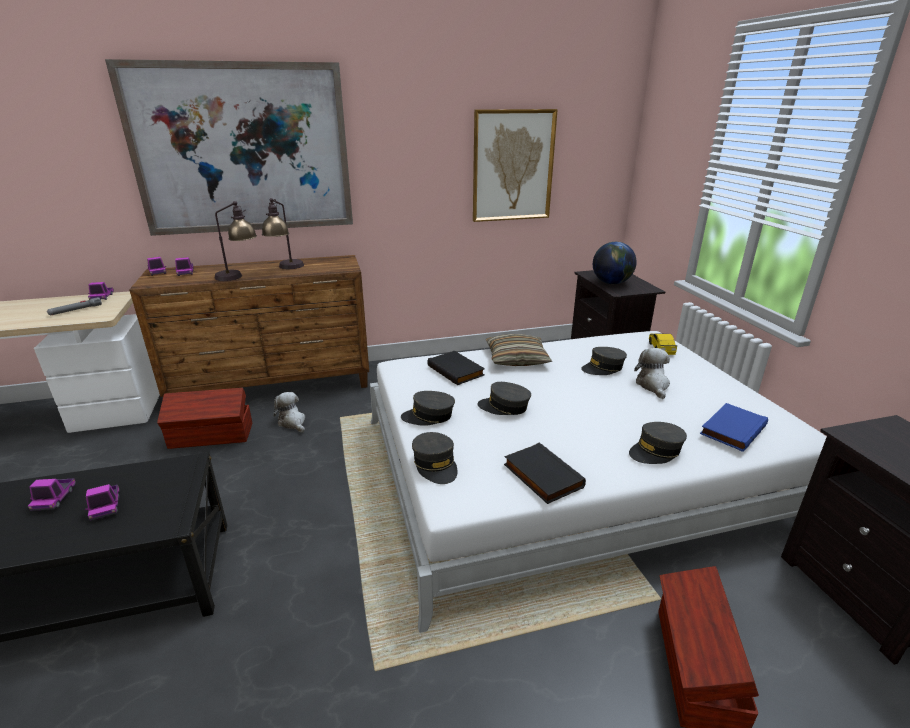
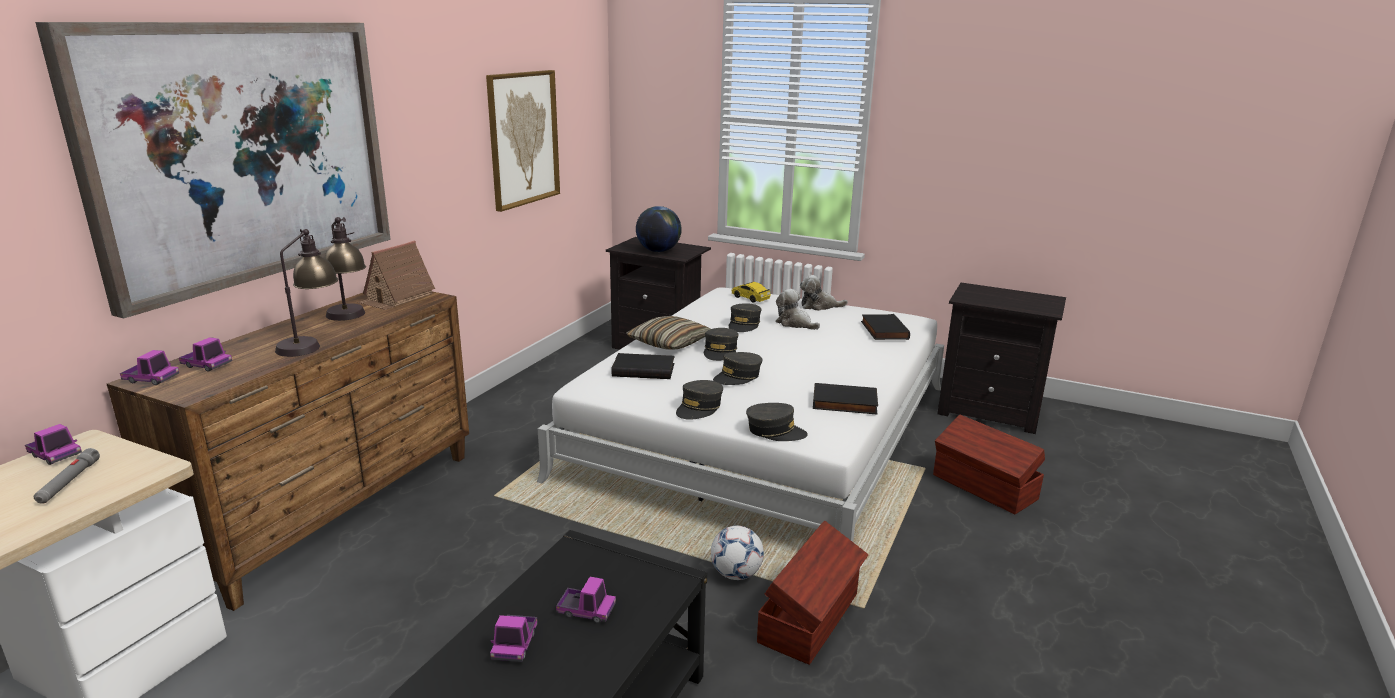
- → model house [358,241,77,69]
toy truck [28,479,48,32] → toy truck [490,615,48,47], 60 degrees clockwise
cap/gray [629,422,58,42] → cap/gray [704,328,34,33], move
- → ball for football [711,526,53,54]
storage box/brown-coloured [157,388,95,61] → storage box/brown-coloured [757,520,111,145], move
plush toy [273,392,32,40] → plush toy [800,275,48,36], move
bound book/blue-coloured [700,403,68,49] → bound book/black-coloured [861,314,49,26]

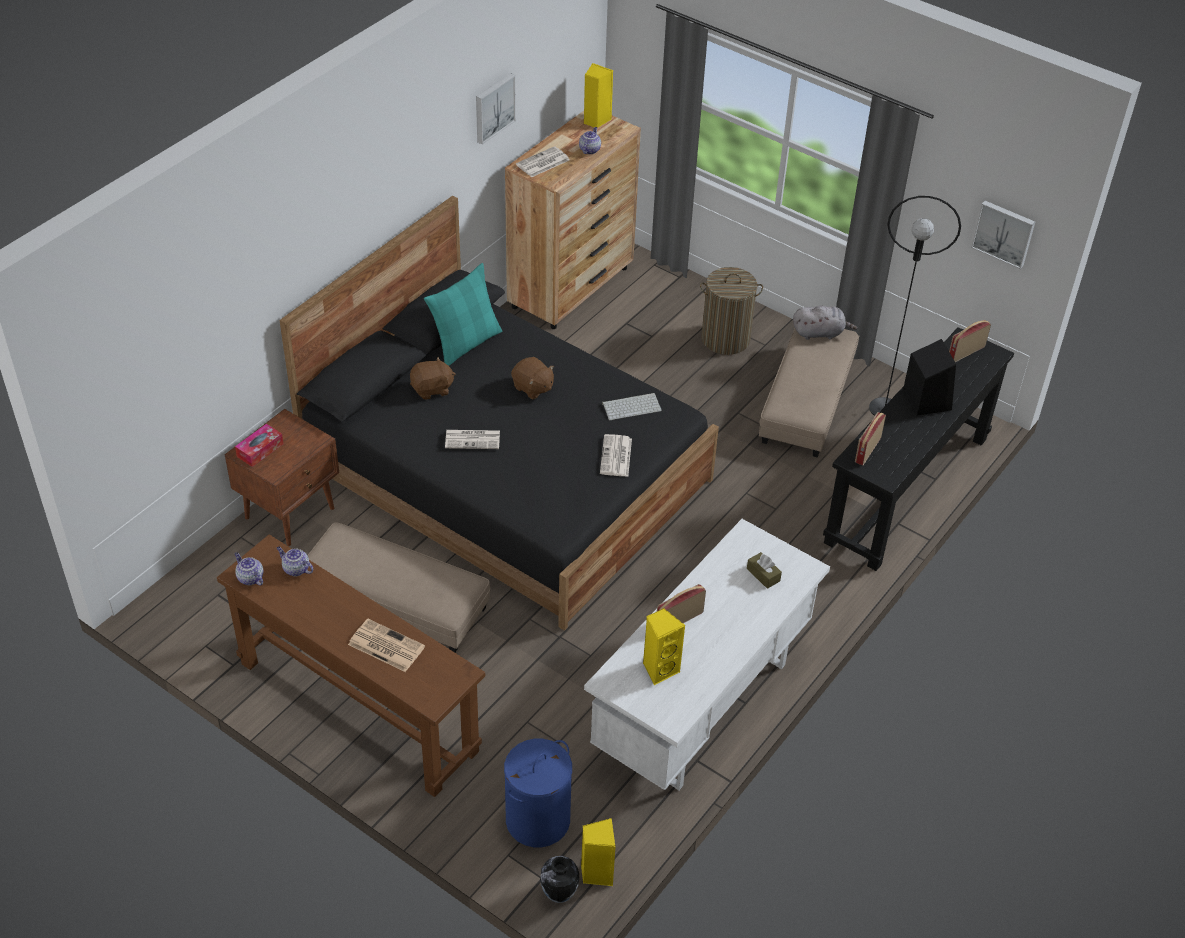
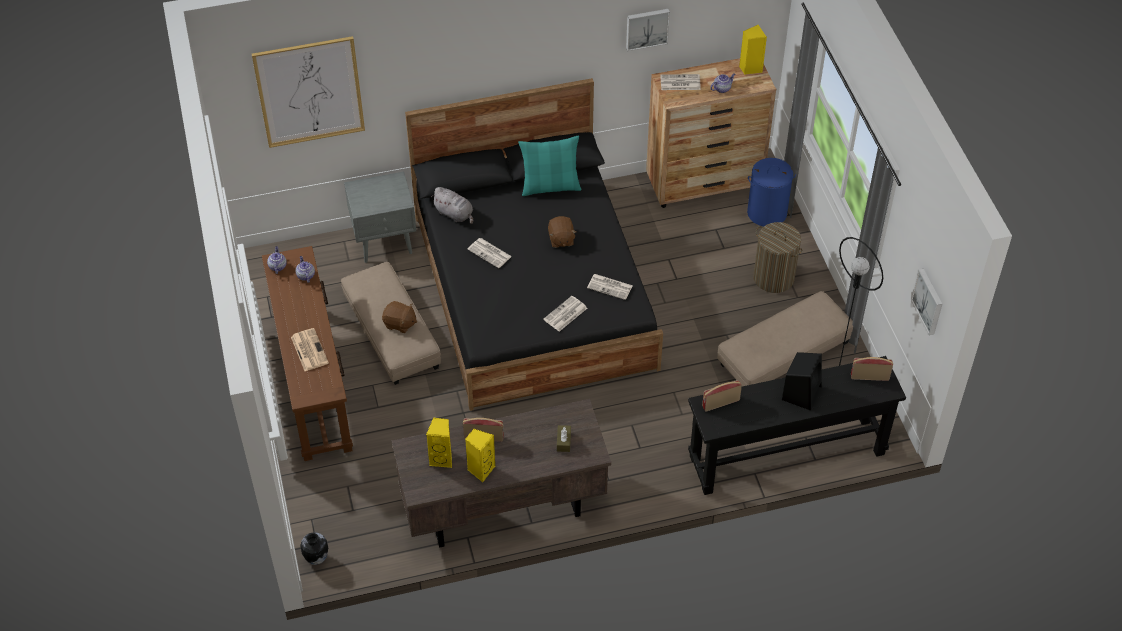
- → picture [252,36,113,112]
bedside table/brown-coloured [225,409,114,137] → bedside table/gray [344,171,72,92]
plush toy/brown-coloured [410,357,46,43] → plush toy/brown-coloured [382,301,35,32], move
desk unit/whitish [584,519,246,271] → desk unit/brown-coloured [392,399,219,149]
plush toy/gray [793,306,64,34] → plush toy/gray [431,187,42,37], move
loudspeaker/yellow [581,818,35,68] → loudspeaker/yellow [465,429,30,53], move
computer keyboard [602,393,60,27] → daily paper [587,274,46,26]
washing basket/blue-coloured [504,739,68,108] → washing basket/blue-coloured [747,158,49,69], move
box of tissues [235,424,48,43] → -

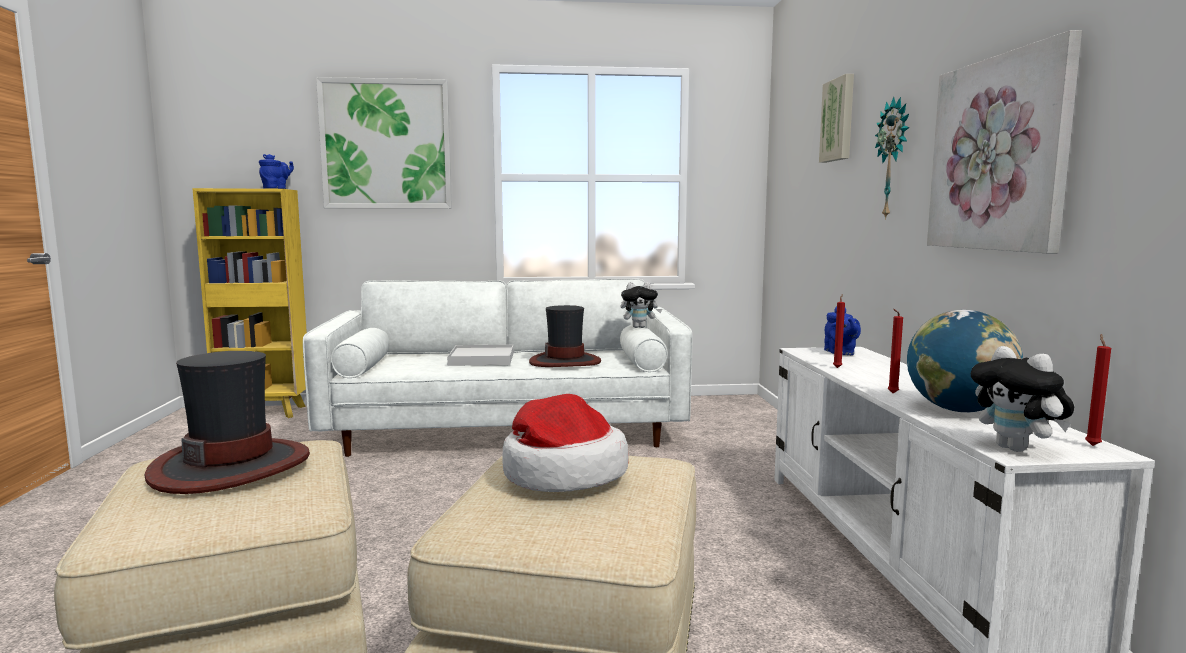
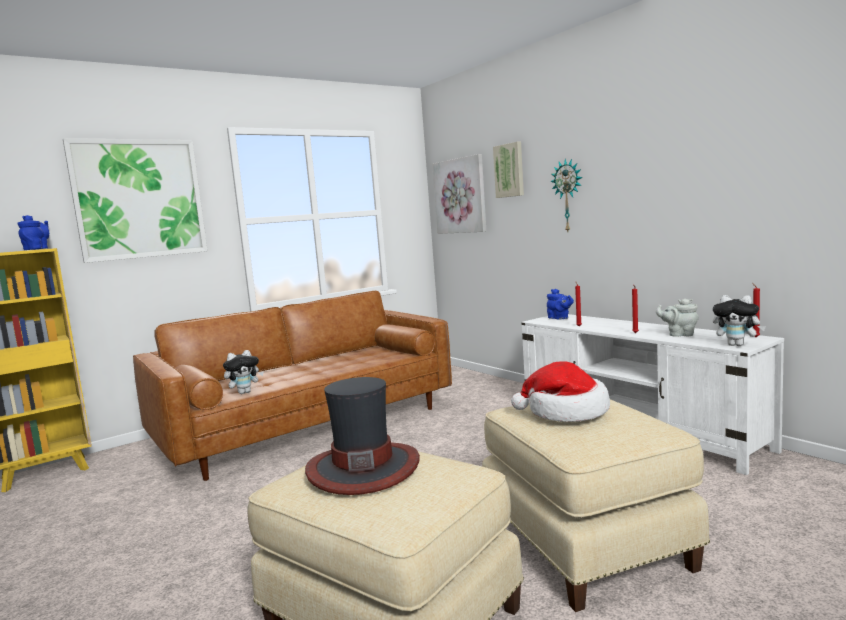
couch/whitish [303,279,389,178] → couch/brown-coloured [133,291,319,190]
plush toy [621,282,41,46] → plush toy [223,350,41,44], move
picture [927,30,155,223] → picture [432,154,54,80], move
globe [907,310,116,103] → teapot/gray [656,299,43,38]
tray/whitish [447,344,67,22] → -
wearable hat [529,305,72,62] → -

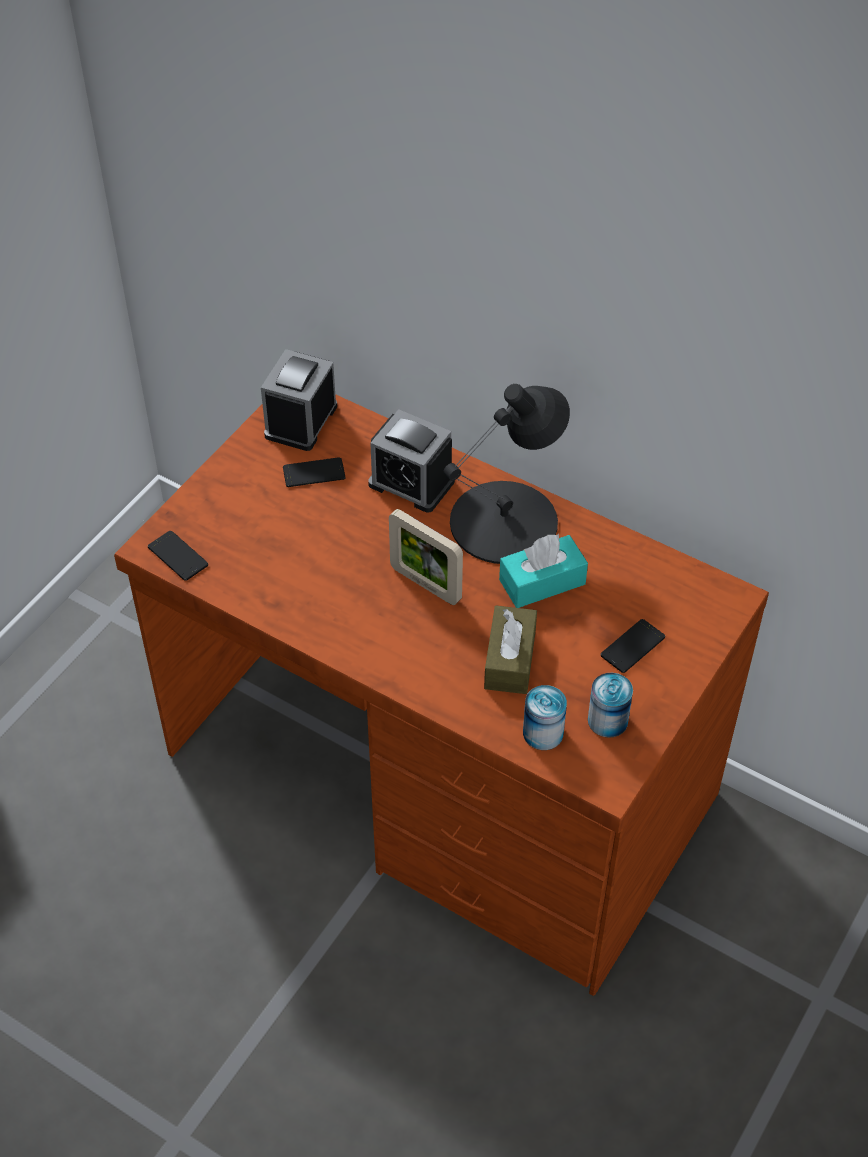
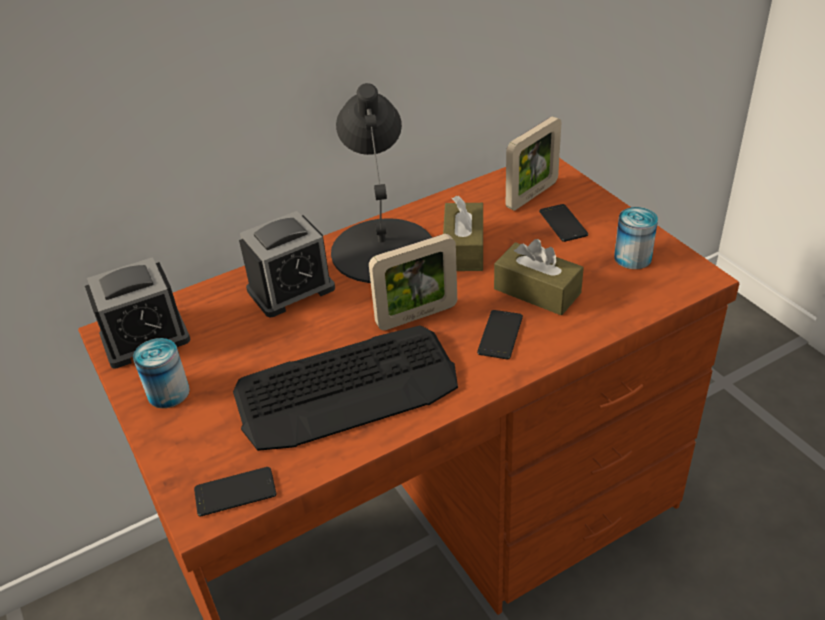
bedside clock [261,349,76,102] → bedside clock [85,257,106,111], 75 degrees counterclockwise
can [523,685,44,65] → can [133,338,57,70], move
- → computer keyboard [233,326,225,125]
box of tissues/turquoise-coloured [499,533,89,75] → box of tissues/brown-coloured [443,196,40,75]
telephone [283,457,63,30] → telephone [477,310,46,49], move
- → photo frame [506,116,55,94]

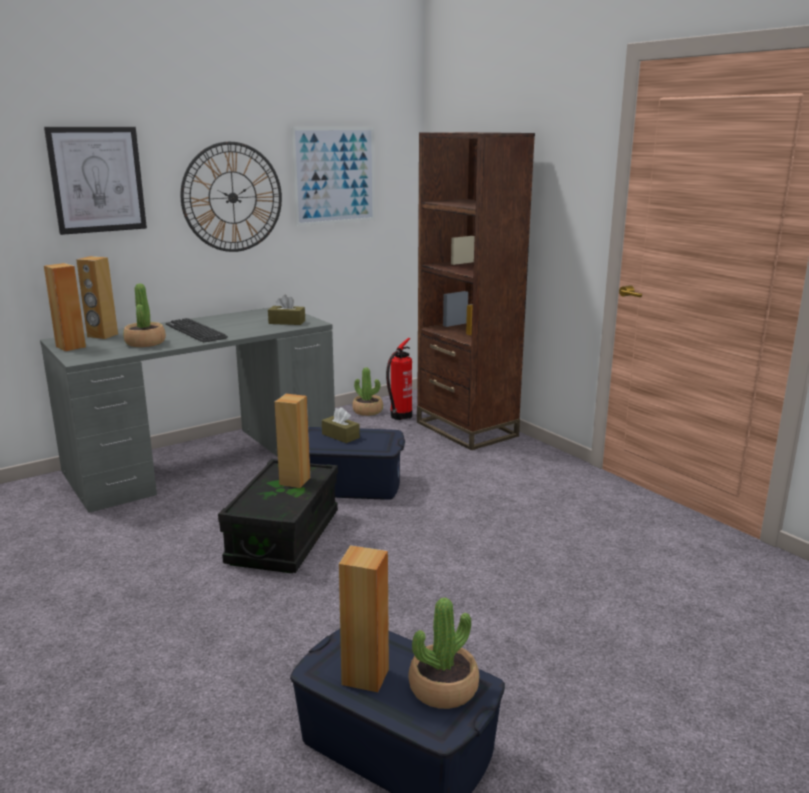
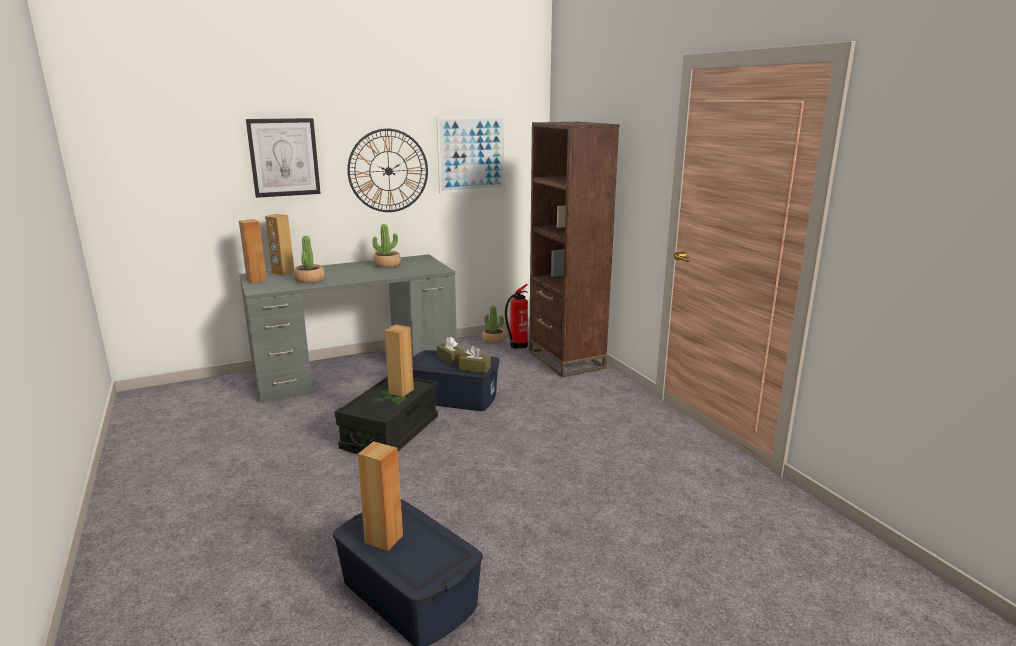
houseplant [408,597,71,112] → houseplant [373,224,28,44], move
box of tissues/brown-coloured [268,295,37,30] → box of tissues/brown-coloured [459,346,32,27], move
computer keyboard [166,318,62,24] → -

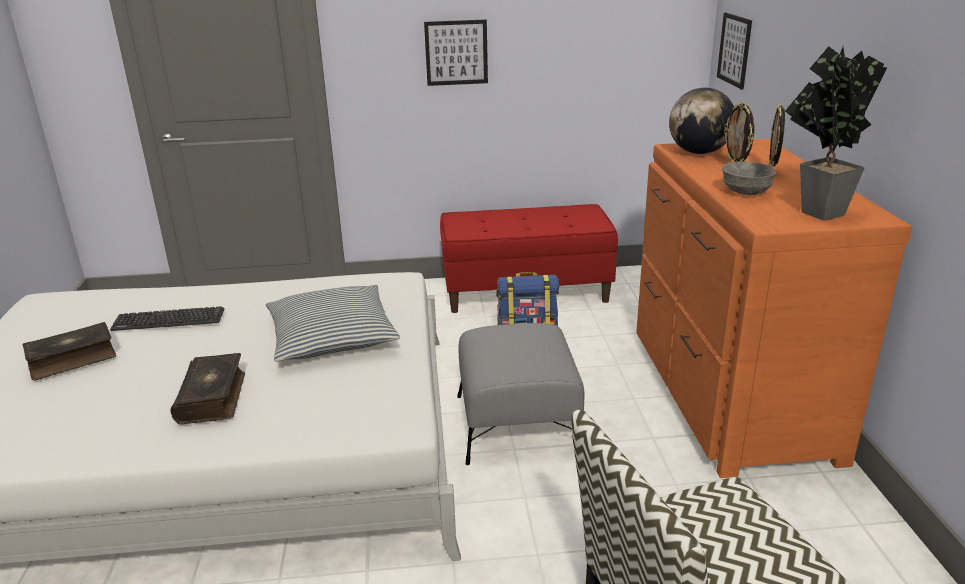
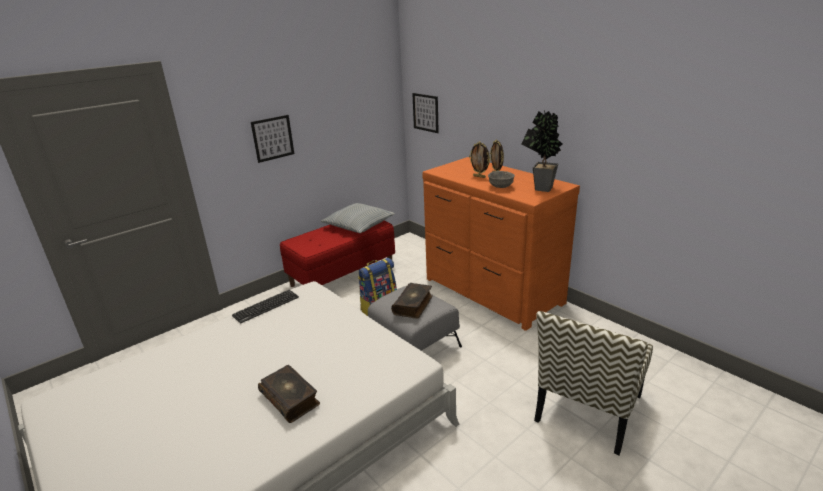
computer keyboard [110,306,114,25] → computer keyboard [232,290,67,33], move
pillow [266,285,134,76] → pillow [321,203,74,30], move
bound book [23,322,93,59] → bound book [391,283,42,36], move
globe [669,87,65,67] → -

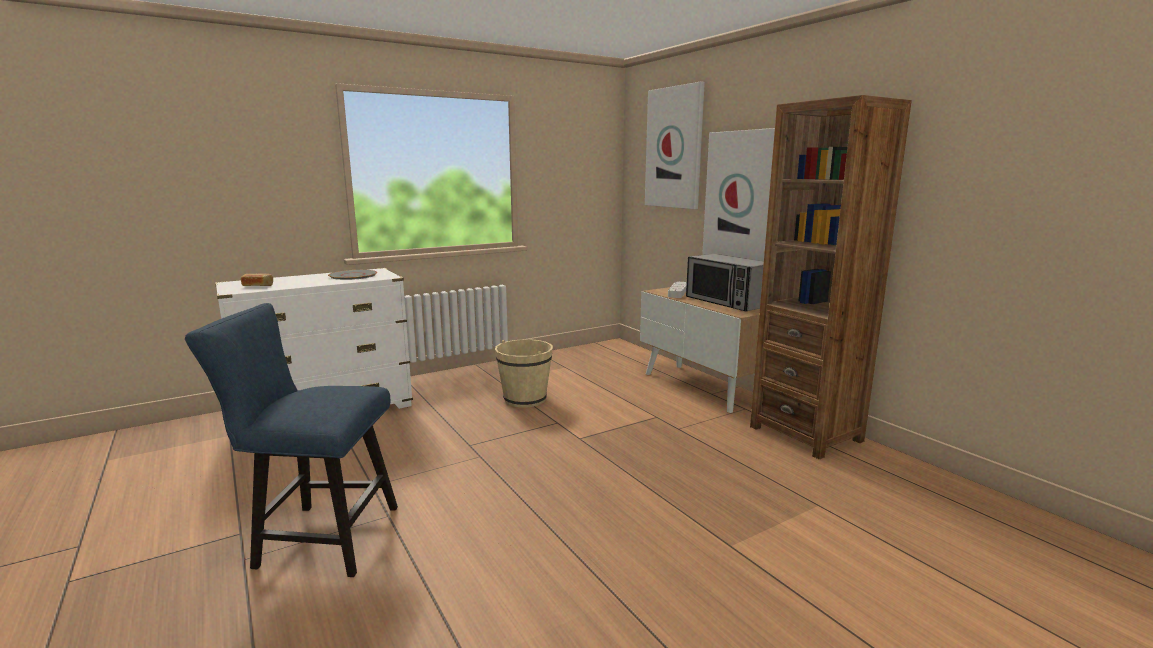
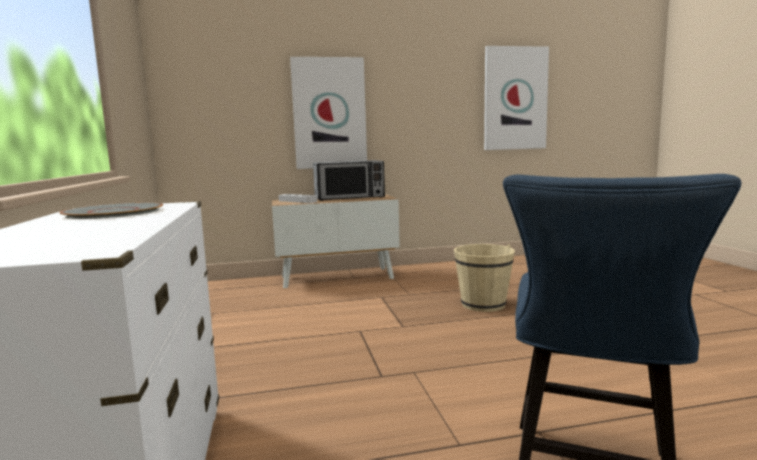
water bucket/sand-coloured [495,339,58,69] → water bucket/sand-coloured [454,244,61,68], move
picture [645,81,60,128] → picture [484,46,65,104], move
baked bread [241,274,32,12] → -
bookcase/brown-coloured [750,95,162,365] → -

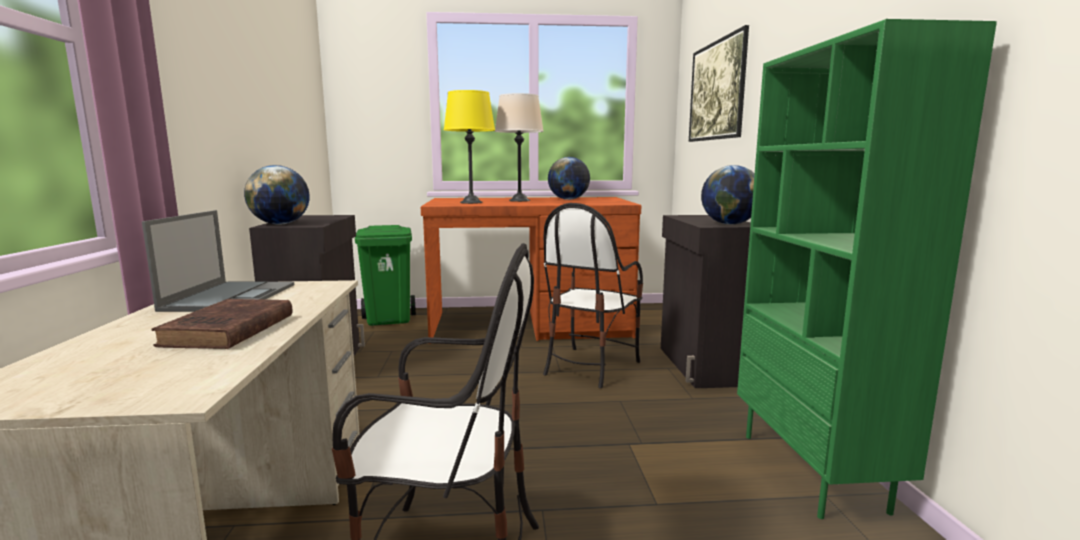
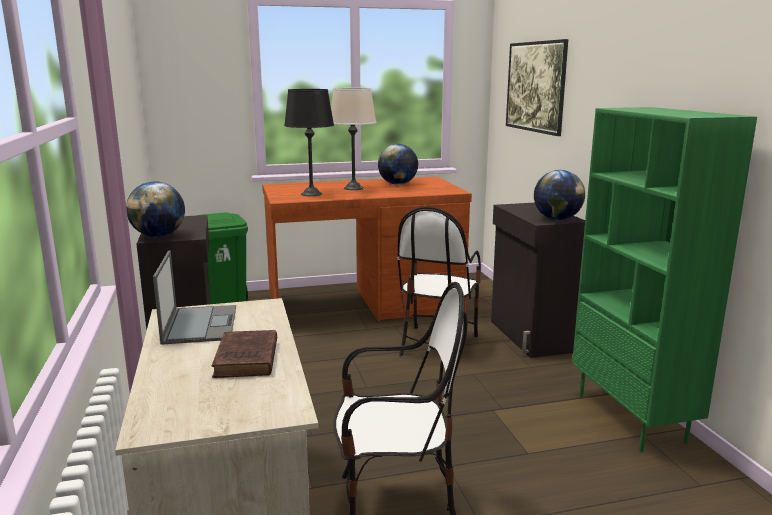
tabletop lamp/yellow [444,90,51,114] → tabletop lamp/black-coloured [284,89,50,107]

